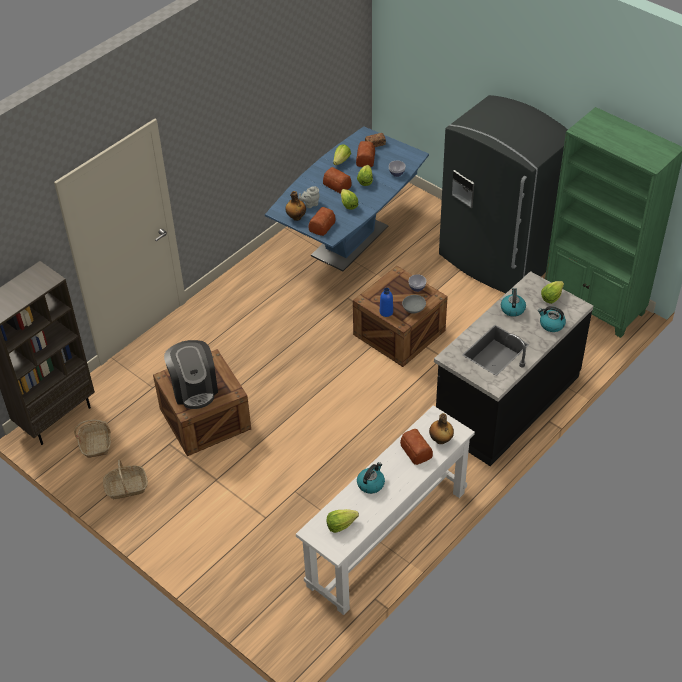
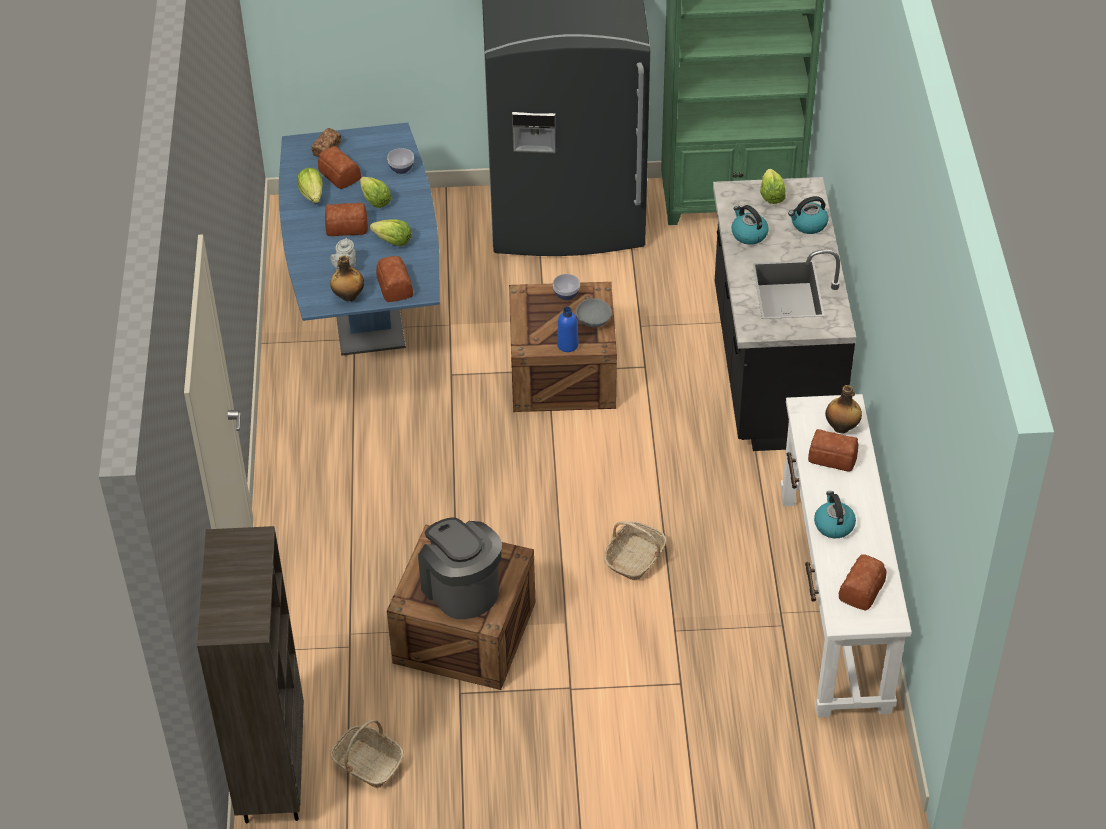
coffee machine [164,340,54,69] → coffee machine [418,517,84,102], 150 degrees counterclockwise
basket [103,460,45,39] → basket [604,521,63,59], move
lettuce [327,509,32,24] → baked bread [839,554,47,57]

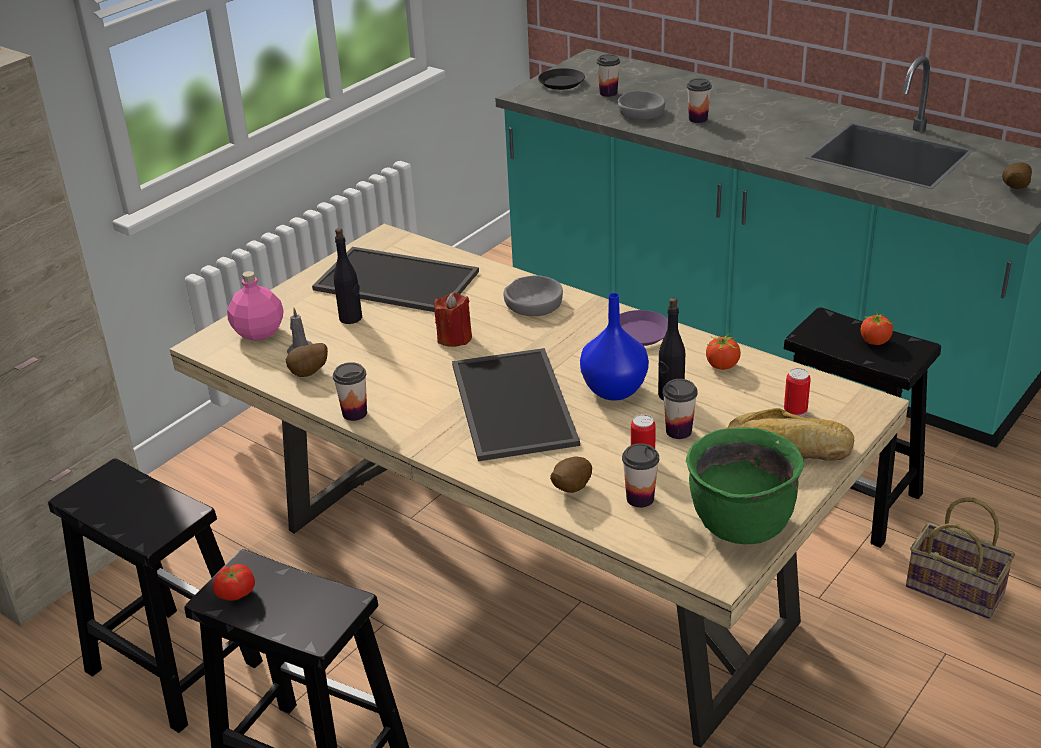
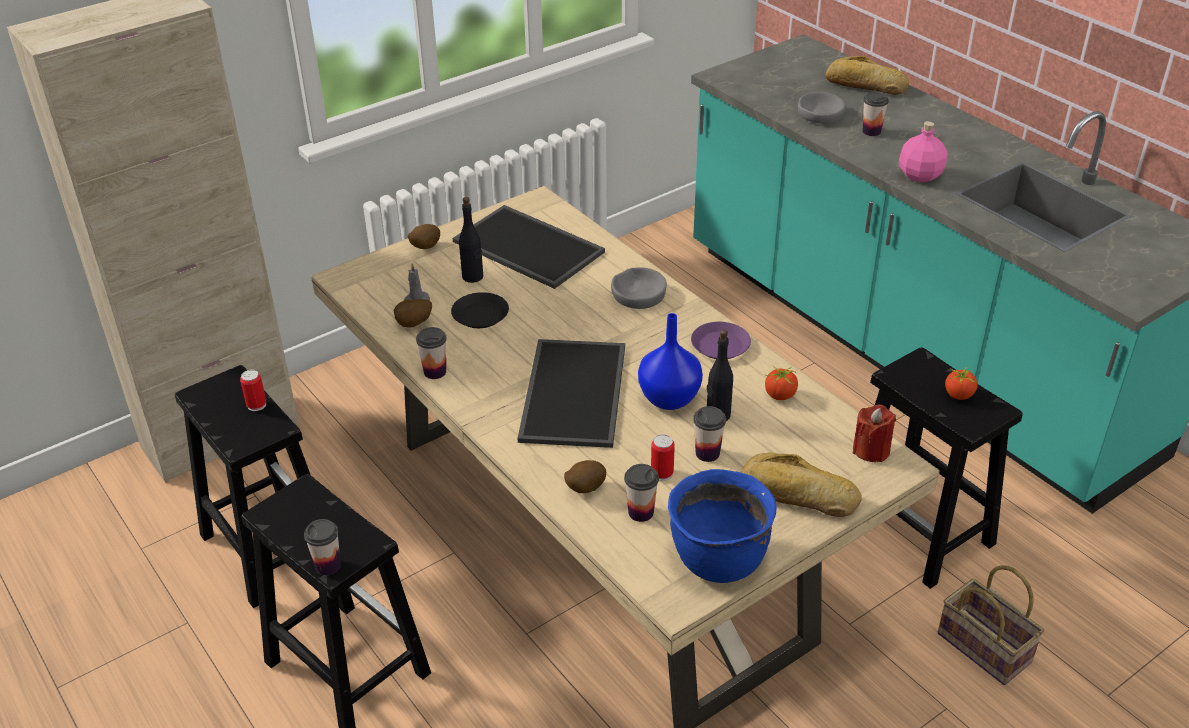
can [784,368,27,49] → can [240,370,26,41], move
drinking cup [596,54,24,43] → drinking cup [304,519,37,56], move
spud [1002,162,30,27] → spud [408,224,32,25], move
plate/black-coloured [538,68,47,22] → plate/black-coloured [451,292,58,36], move
saucepot/green [686,427,118,117] → saucepot/blue-coloured [668,469,109,114]
- → baked bread [826,56,83,39]
wax light/red-coloured [434,292,38,55] → wax light/red-coloured [853,404,43,58], move
beverage bottle/pinkish [227,271,57,70] → beverage bottle/pinkish [899,121,48,61], move
tomato [213,564,42,37] → -

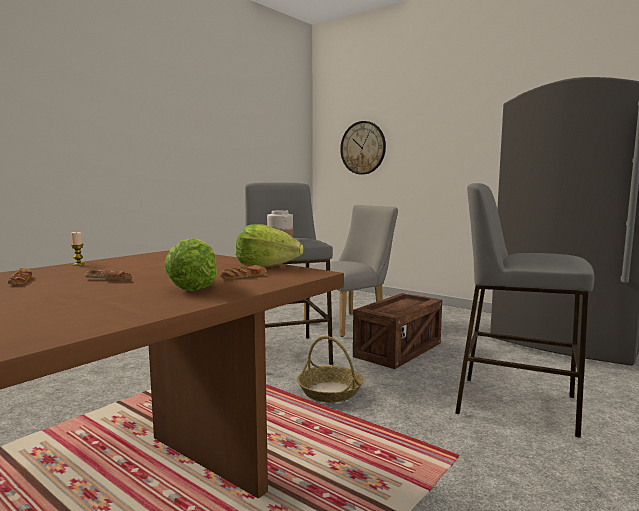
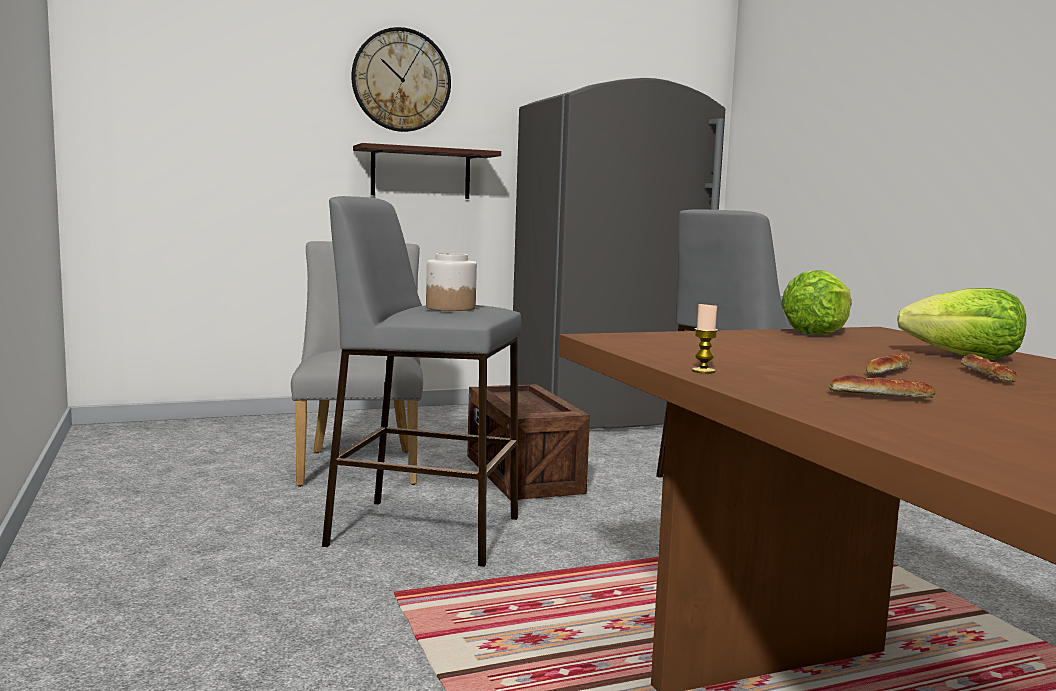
wall clock [340,121,46,54] → wall clock [352,27,99,105], move
- → bracket shelf [353,143,148,56]
baked bread [220,265,47,14] → baked bread [961,354,56,28], move
basket [297,336,67,66] → -

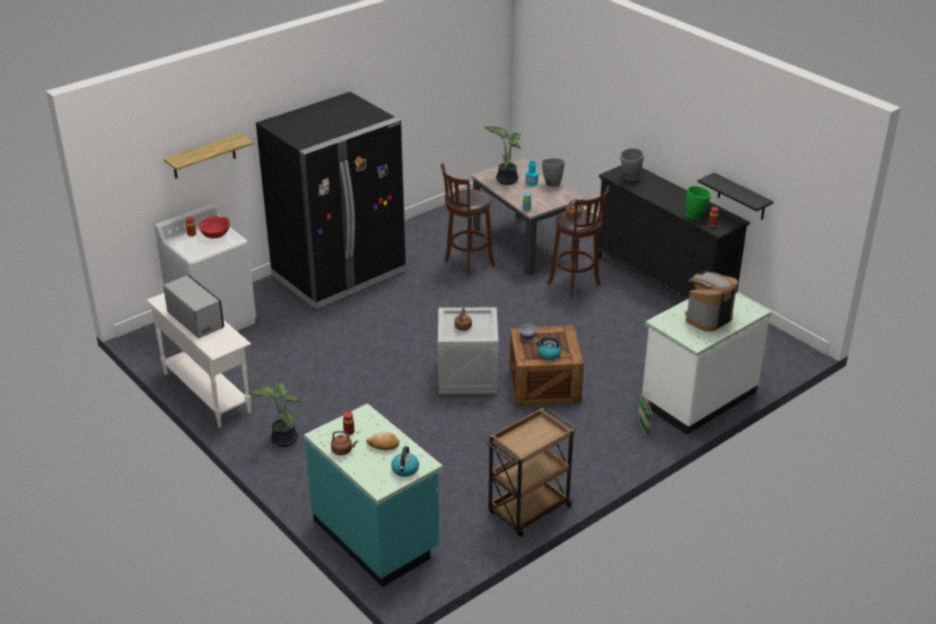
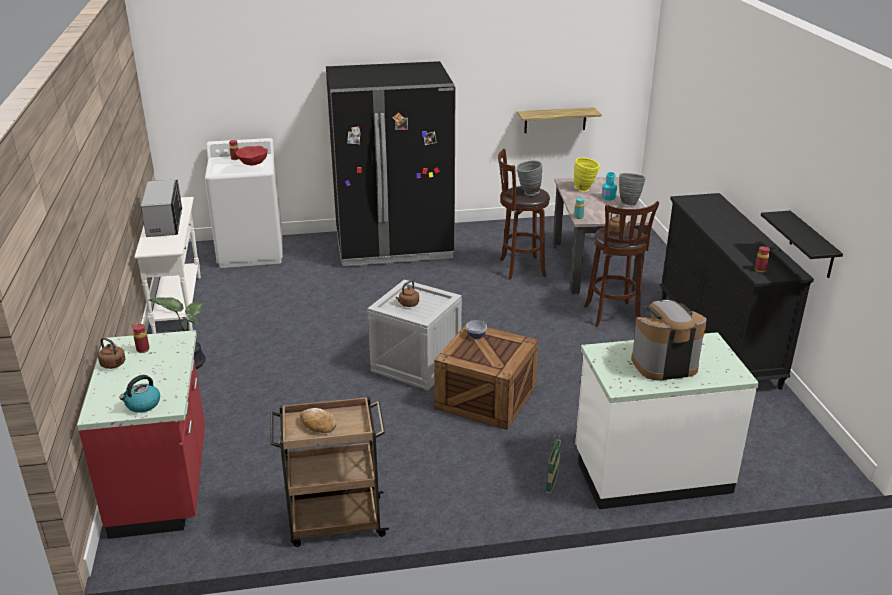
kitchen base unit/turquoise-coloured [304,403,139,184] → kitchen base unit/red-coloured [77,330,128,209]
baked bread [366,432,33,18] → baked bread [300,408,36,25], move
bracket shelf [164,133,90,46] → bracket shelf [517,107,85,26], move
decorative vase/gray [620,148,24,33] → decorative vase/gray [517,161,25,35], move
houseplant [483,126,38,59] → decorative vase/yellow [574,158,26,34]
tea kettle [535,336,26,24] → -
decorative vase/green [685,186,26,34] → -

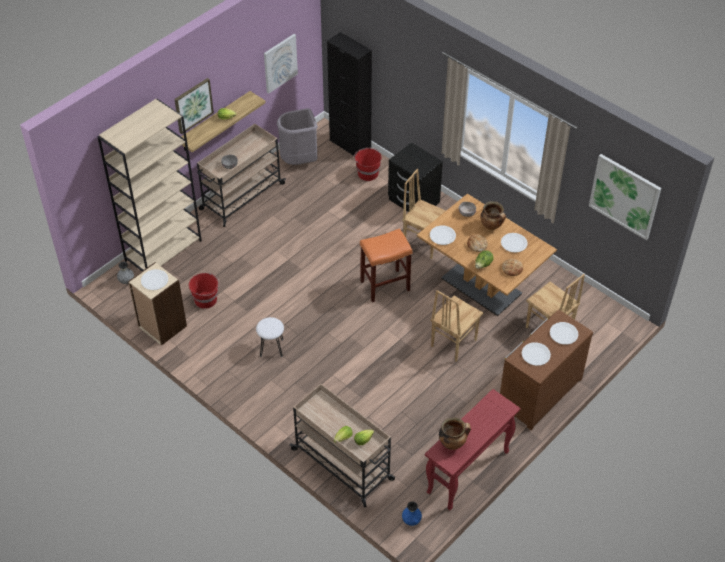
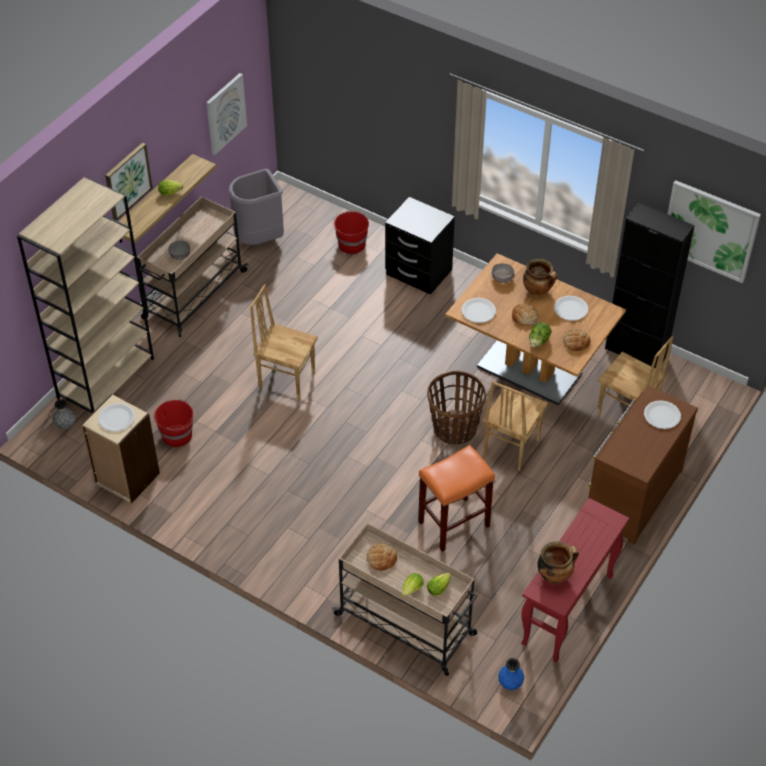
chair/brown-coloured [402,169,44,90] → chair/brown-coloured [250,284,68,117], move
- → baked bread [367,543,30,28]
stool seat/orange [360,228,52,75] → stool seat/orange [418,445,77,107], move
- → basket [427,371,59,74]
cabinet/black-coloured [327,32,45,124] → cabinet/black-coloured [605,203,90,166], move
stool seat/whitish [256,317,28,40] → -
plate/whitish [522,342,29,24] → -

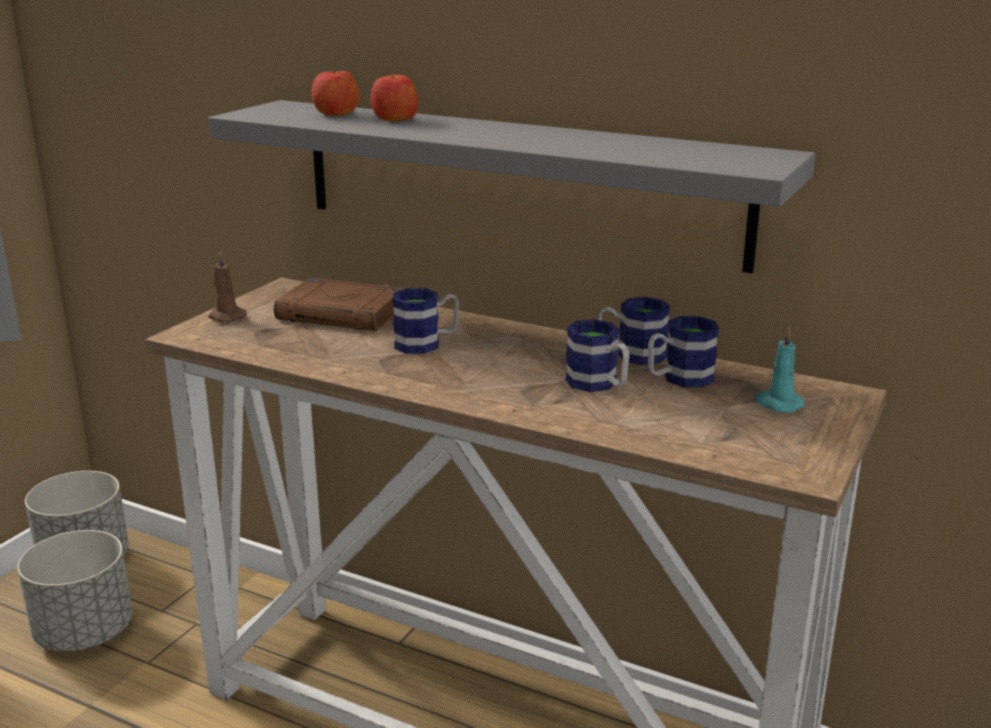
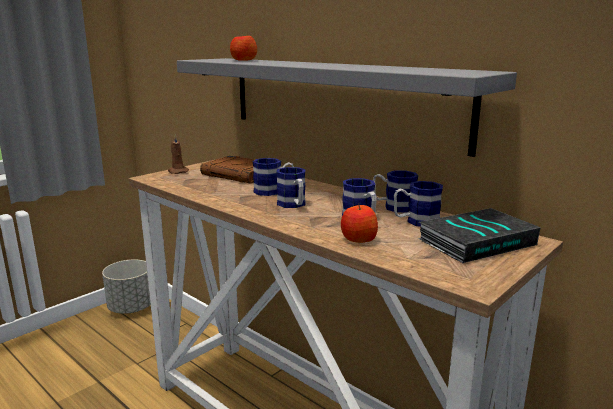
- → coffee mug [276,167,29,41]
whole apple [371,70,47,51] → whole apple [341,203,37,40], move
wax light/turquoise-coloured [755,327,49,86] → bound book [418,208,122,55]
planter/gray [17,530,116,122] → -

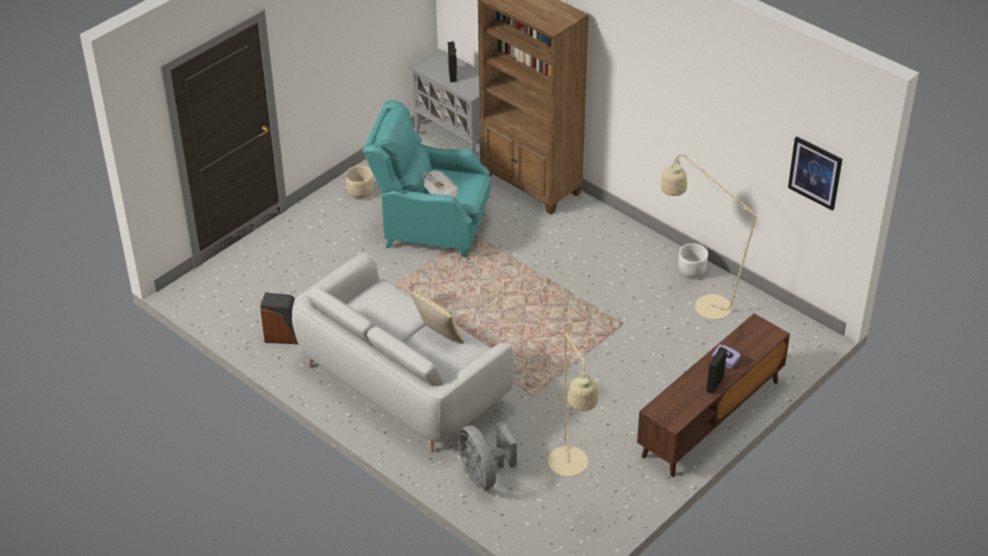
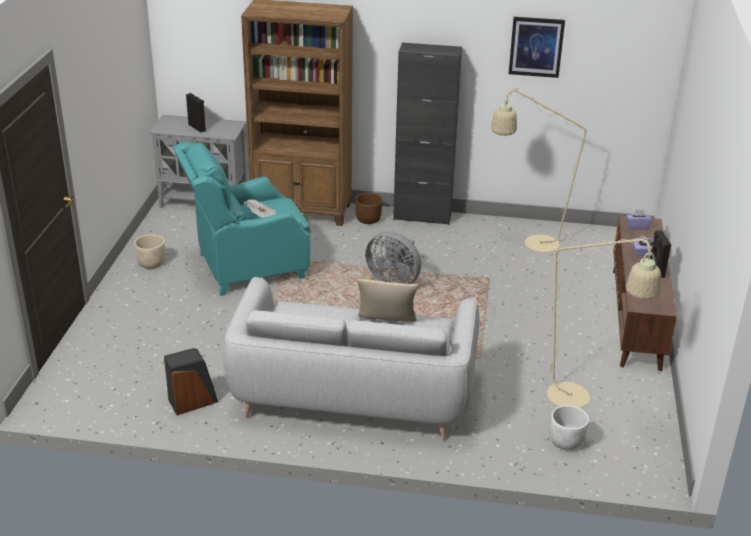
- → planter/brown-coloured [355,193,28,31]
cooling fan/gray [458,421,59,69] → cooling fan/gray [365,232,56,52], move
- → cabinet/black-coloured [393,43,69,182]
picture [788,136,54,75] → picture [509,17,56,61], move
planter/whitish [679,243,29,36] → planter/whitish [550,405,39,45], move
- → box of tissues/purple-coloured [626,210,26,20]

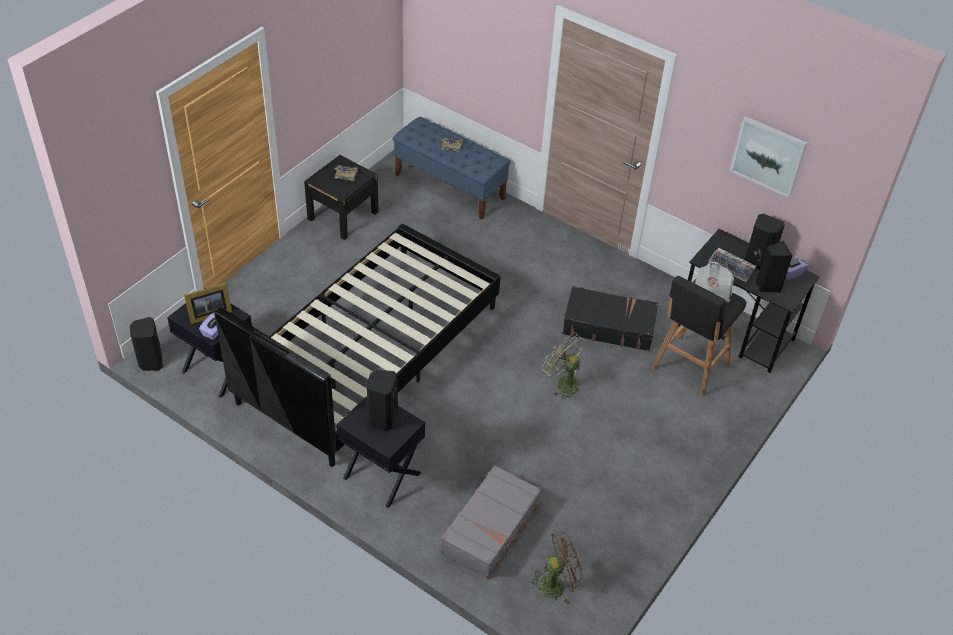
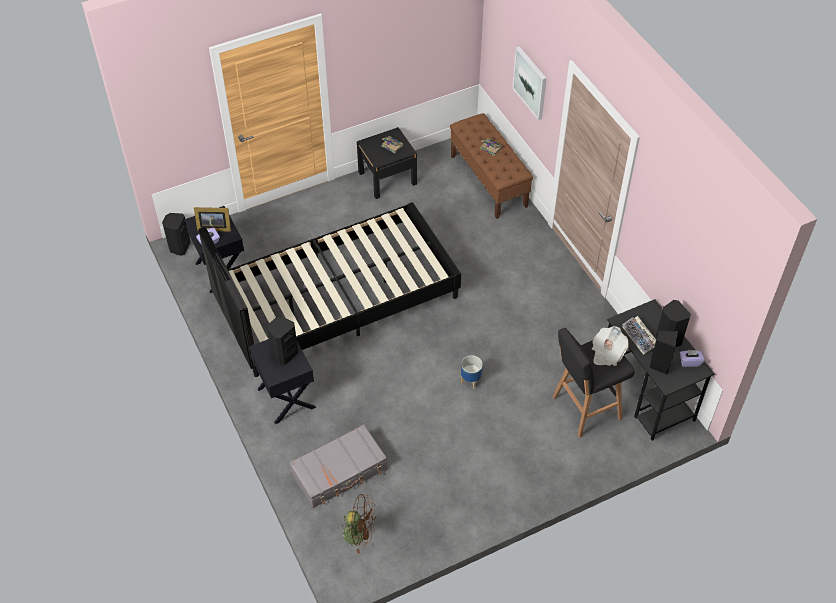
indoor bench/blue-coloured [393,117,118,102] → indoor bench/brown-coloured [450,113,83,106]
cooling fan/green [542,332,44,68] → planter [461,355,22,34]
picture [730,116,77,82] → picture [512,46,35,74], move
travel case/black-coloured [562,286,96,65] → -

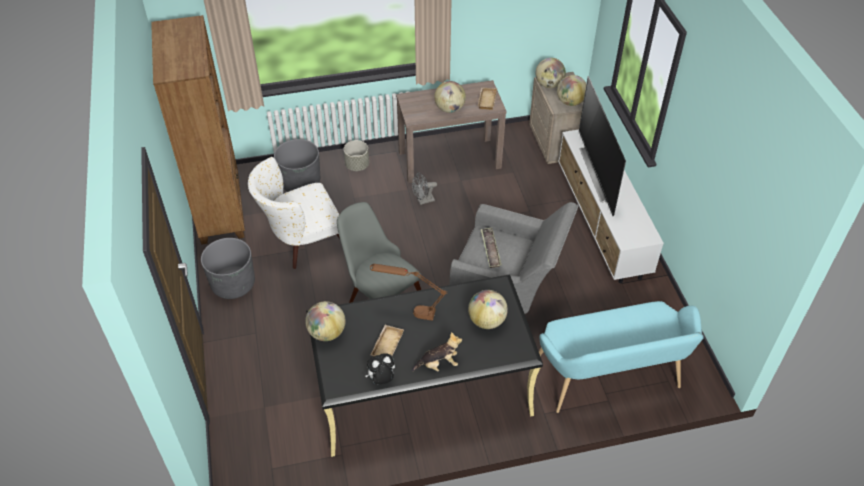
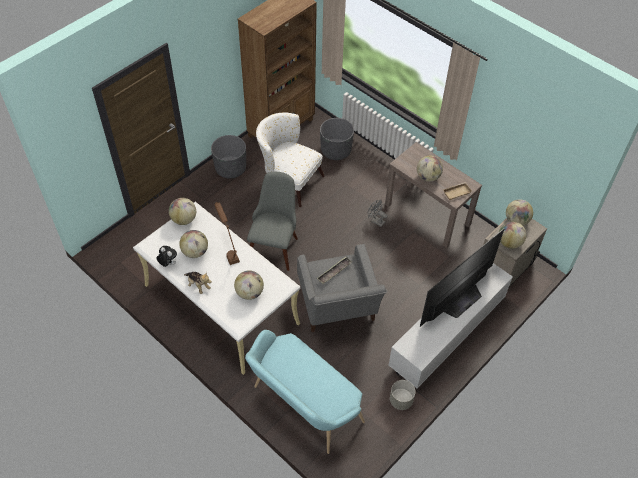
desk unit/black-coloured [306,274,237,183] → desk unit/whitish [133,202,167,173]
tray/sand-coloured [370,325,34,32] → globe [179,230,29,28]
planter/gray [344,140,25,31] → planter/gray [390,380,26,30], move

